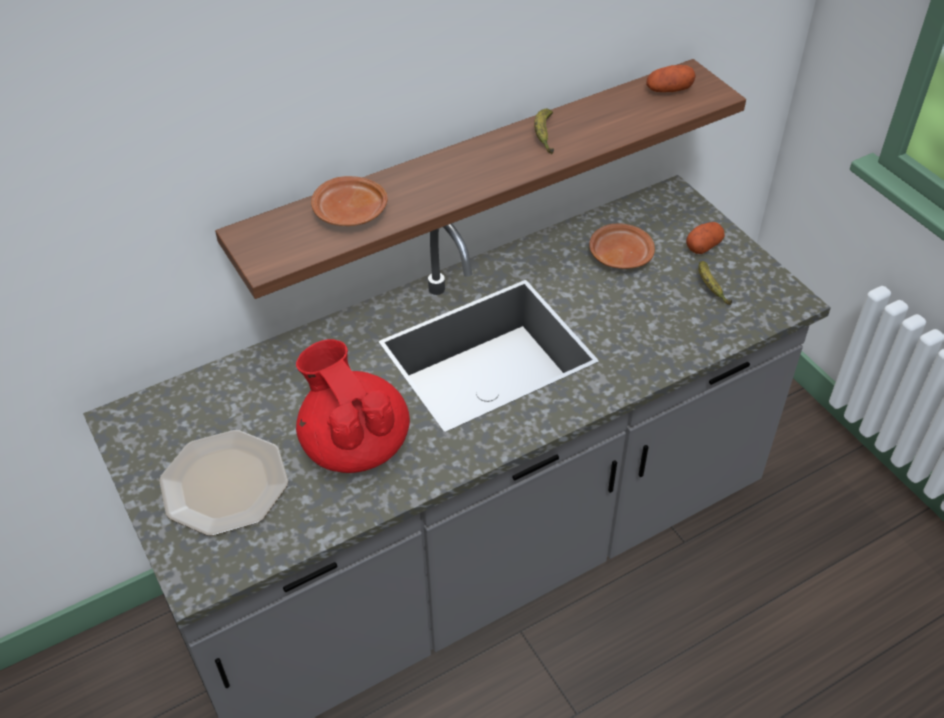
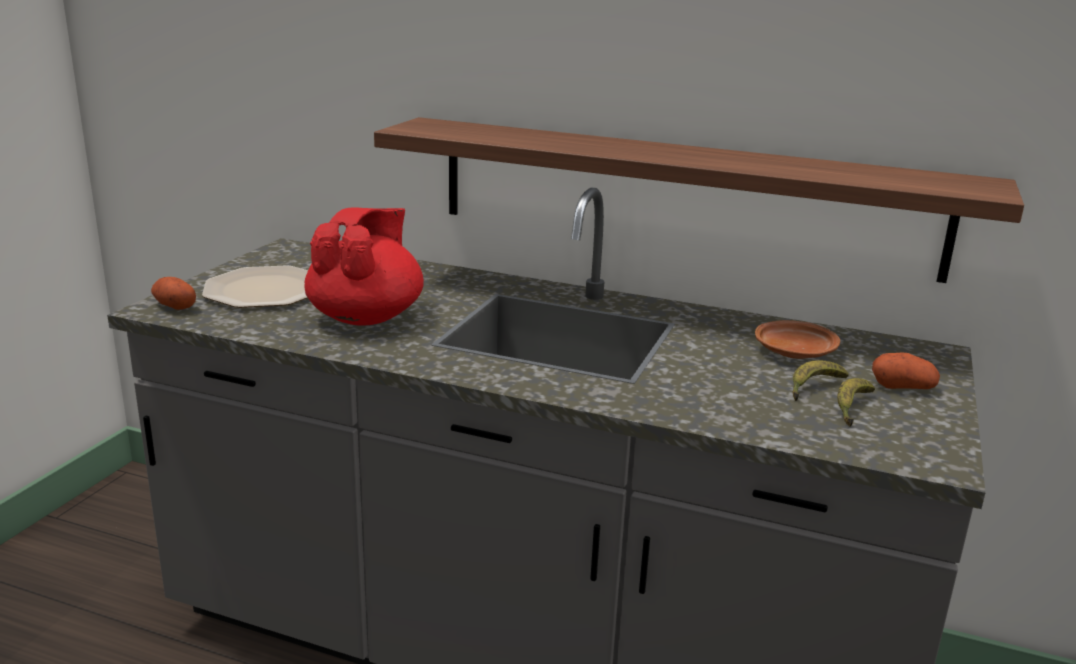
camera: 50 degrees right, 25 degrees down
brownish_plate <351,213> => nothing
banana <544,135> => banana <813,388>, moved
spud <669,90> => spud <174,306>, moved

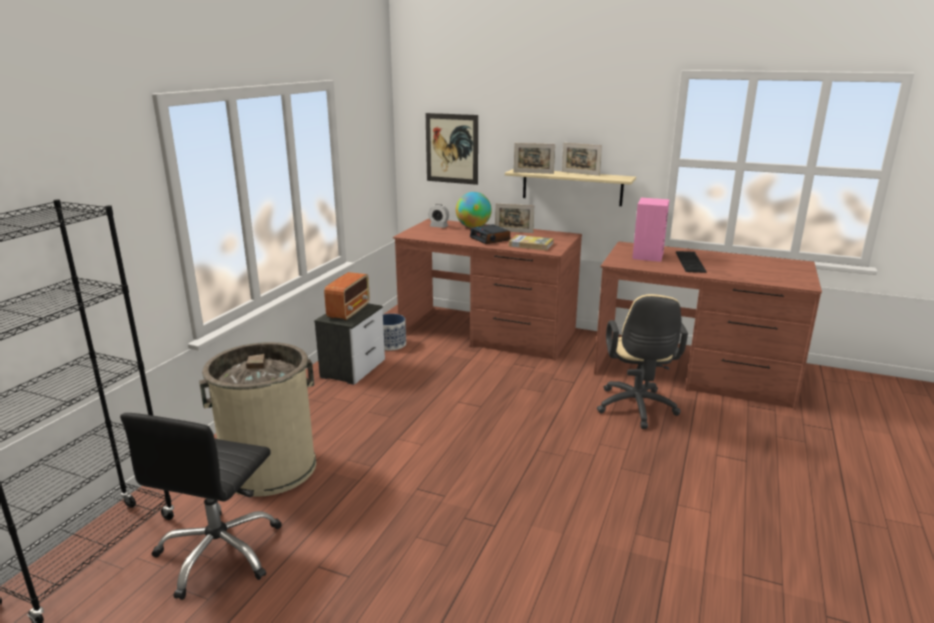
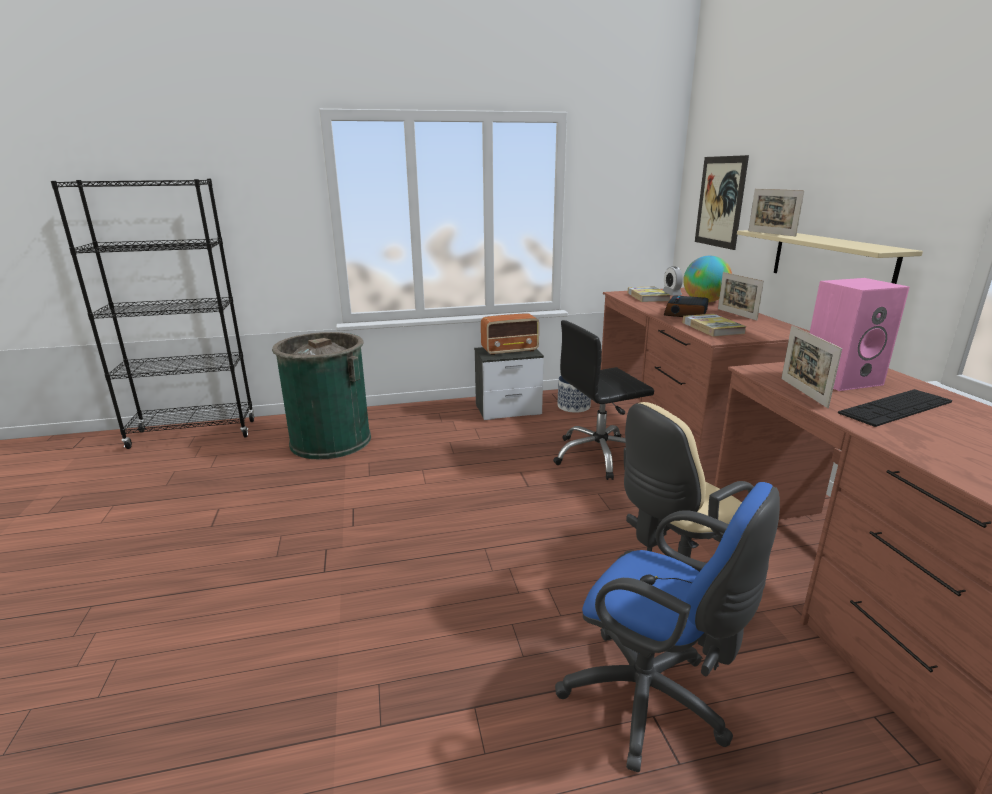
camera: 55 degrees right, 0 degrees up
blackish_computer_chair <220,553> => blackish_computer_chair <599,456>, moved
beige-coloured_rubbish_bin <269,467> => green-coloured_rubbish_bin <331,440>
standing_frame <580,173> => standing_frame <803,392>, moved
nothing => blue_computer_chair <651,702>
nothing => volume <648,296>

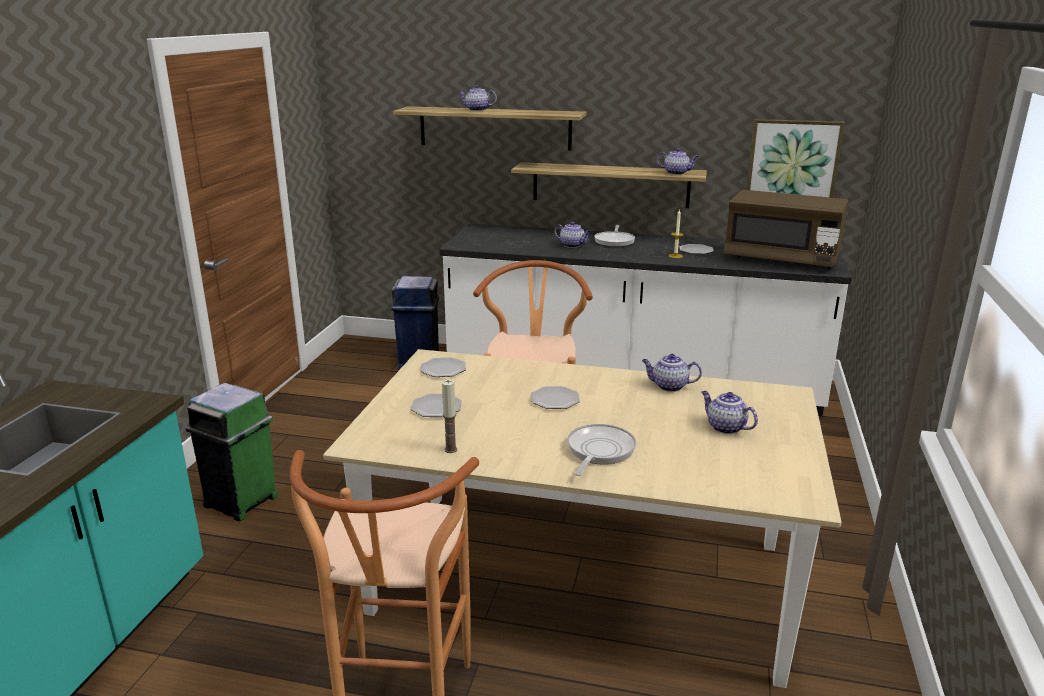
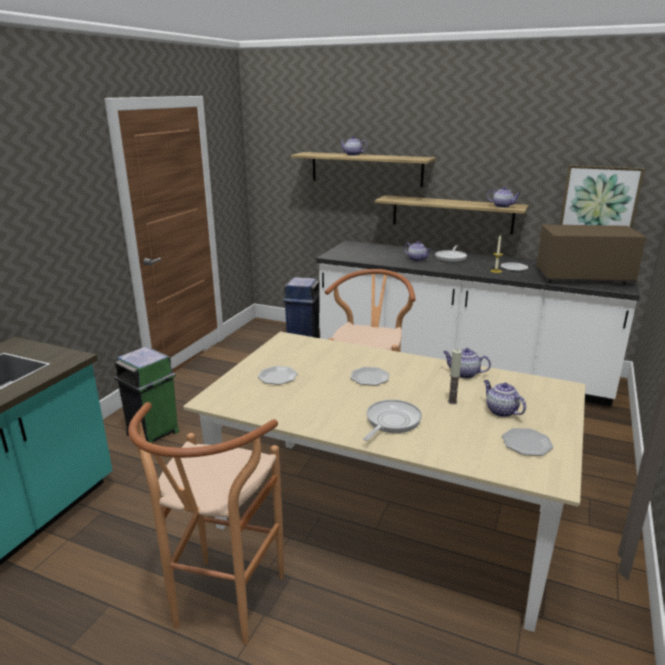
camera: 10 degrees right, 0 degrees up
plate <443,369> => plate <526,443>, moved
wax_light <450,449> => wax_light <452,401>, moved
brownish_microwave_oven <781,259> => brownish_microwave_oven <583,277>, 150 degrees clockwise

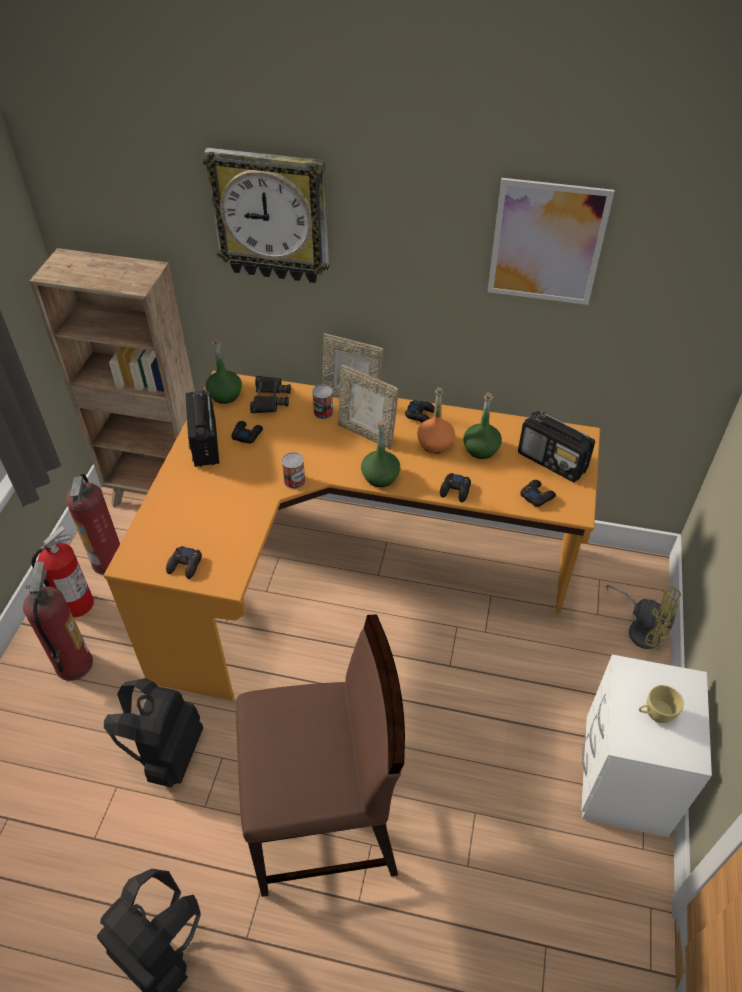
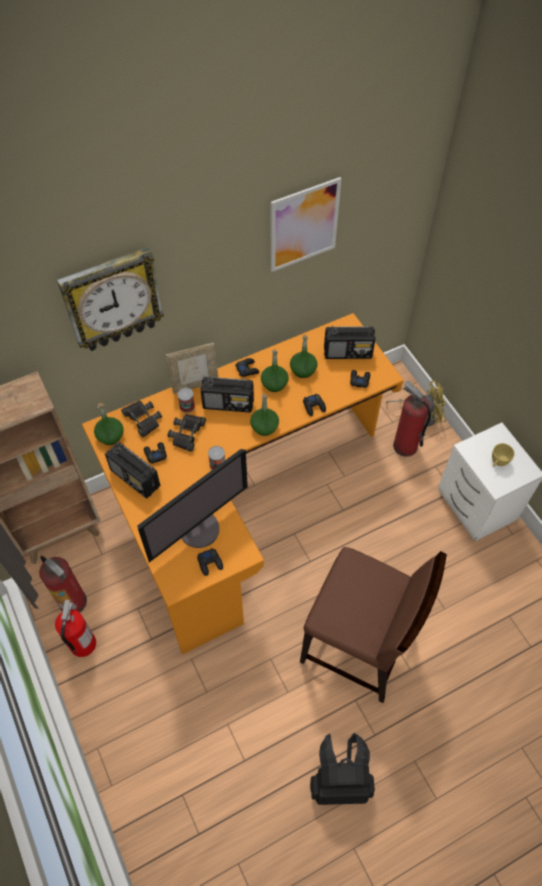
camera: 40 degrees left, 10 degrees up
fire_extinguisher <73,664> => fire_extinguisher <405,446>, moved
blackish_backpack <167,753> => nothing
brownish_chair <325,823> => brownish_chair <358,646>, 75 degrees clockwise
standing_frame <367,434> => radio_set <228,403>
orange_beverage_bottle <435,443> => green-coloured_beverage_bottle <274,383>
nothing => computer_screen <199,528>
nothing => blackish_pair_of_binoculars <187,433>

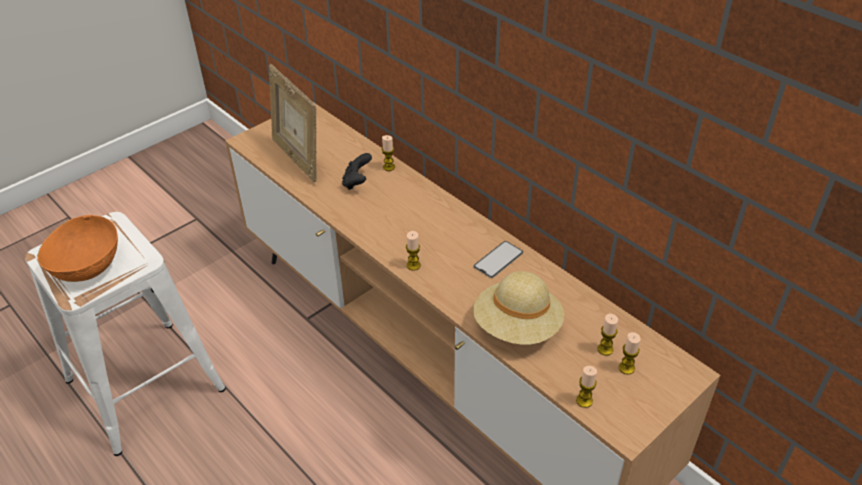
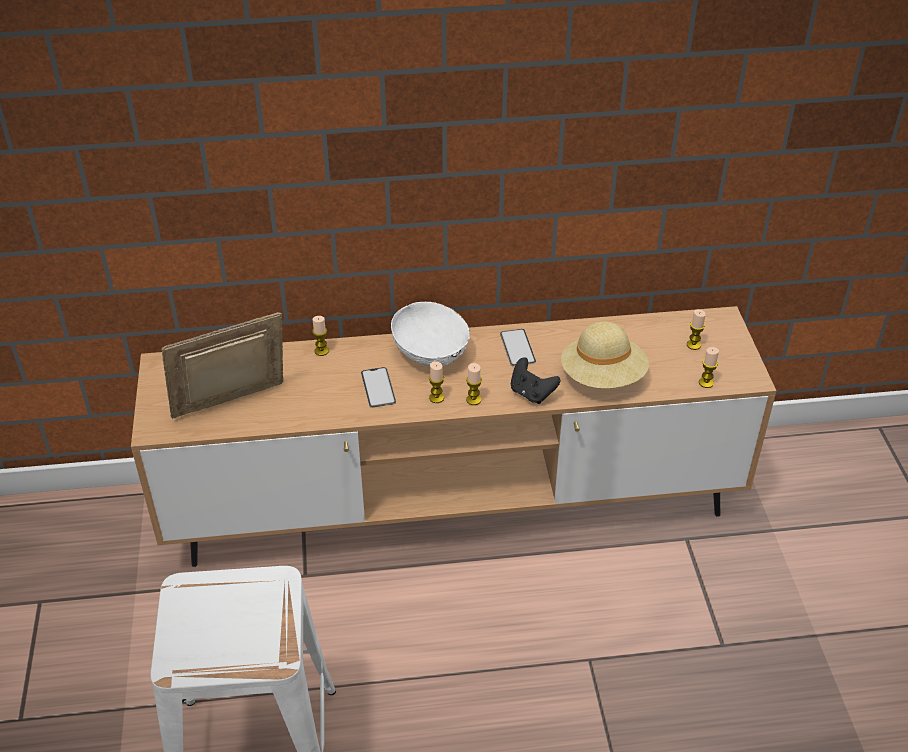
camera: 55 degrees left, 0 degrees up
orange_deep_dish <87,266> => nothing
standing_frame <297,158> => standing_frame <232,405>, 150 degrees clockwise
blackish_game_controller <357,182> => blackish_game_controller <531,393>, moved
wax_light <605,349> => wax_light <436,398>, moved
nothing => phone <378,387>
nothing => white_deep_dish <431,353>

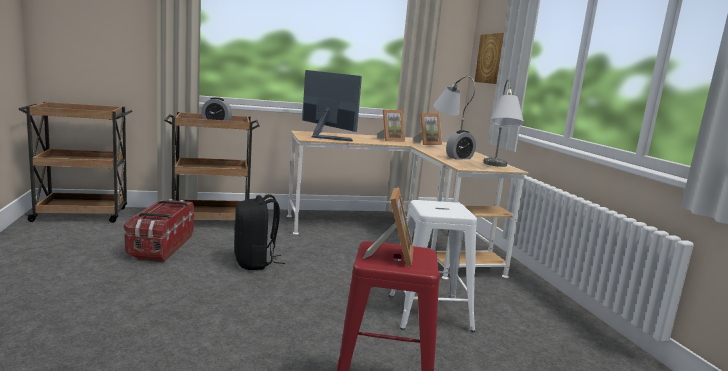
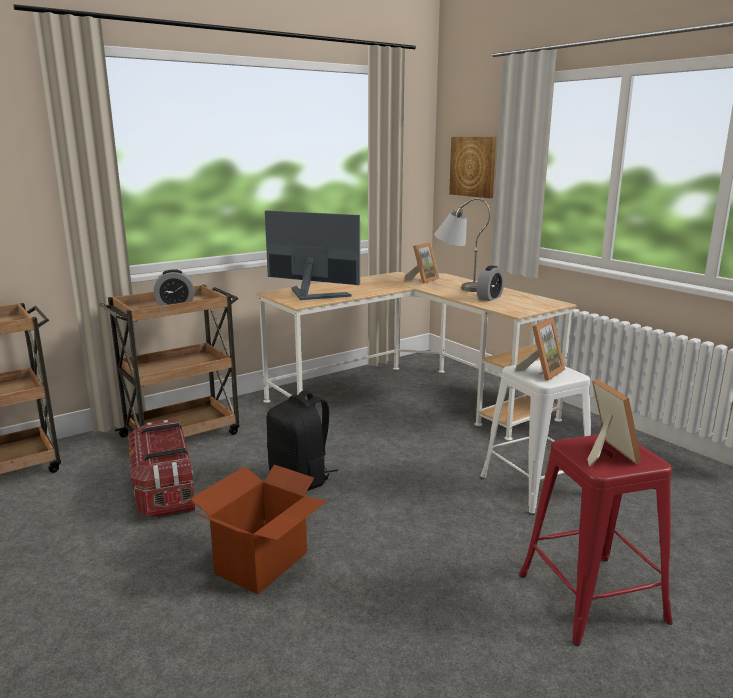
camera: 20 degrees left, 5 degrees up
standing_frame <390,140> => standing_frame <541,372>, moved
grey_table_lamp <497,167> => nothing
nothing => carton <263,563>

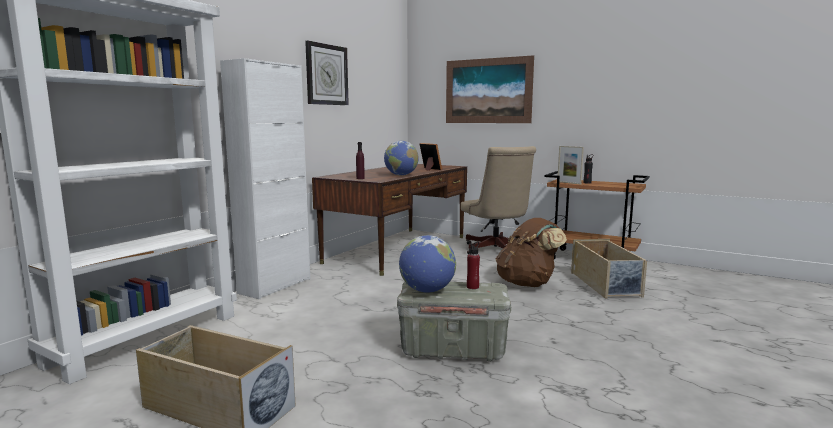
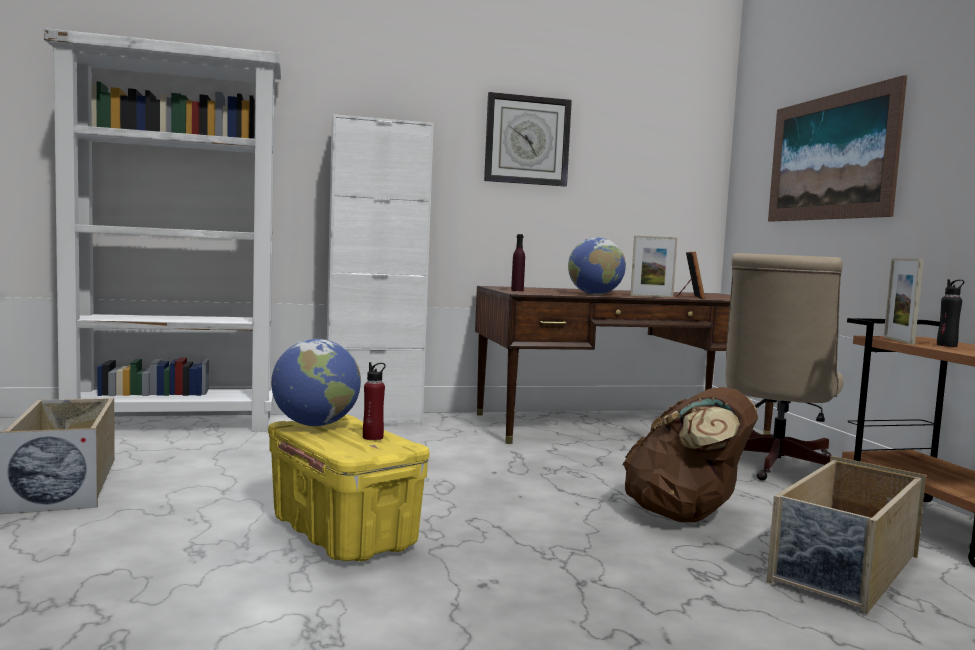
camera: 45 degrees right, 5 degrees down
grey_storage_container <453,349> => yellow_storage_container <344,533>
nothing => standing_frame <651,296>

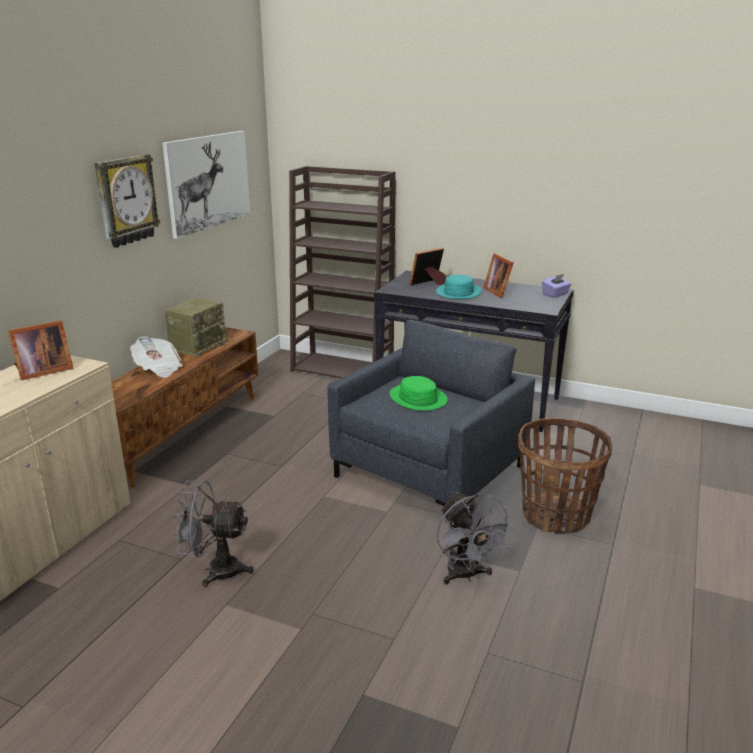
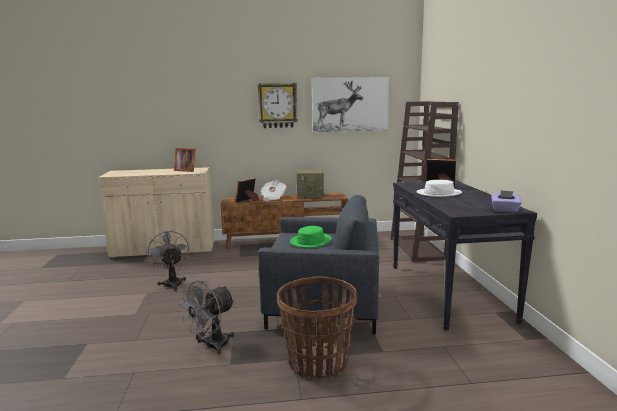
camera: 60 degrees right, 10 degrees down
blue-green_wearable_hat <458,292> => white_wearable_hat <438,193>
standing_frame <498,291> => standing_frame <248,200>, moved

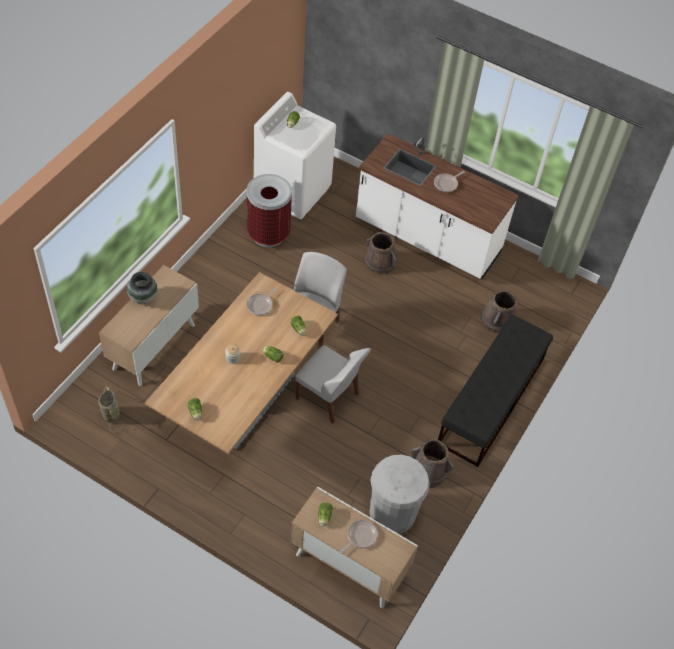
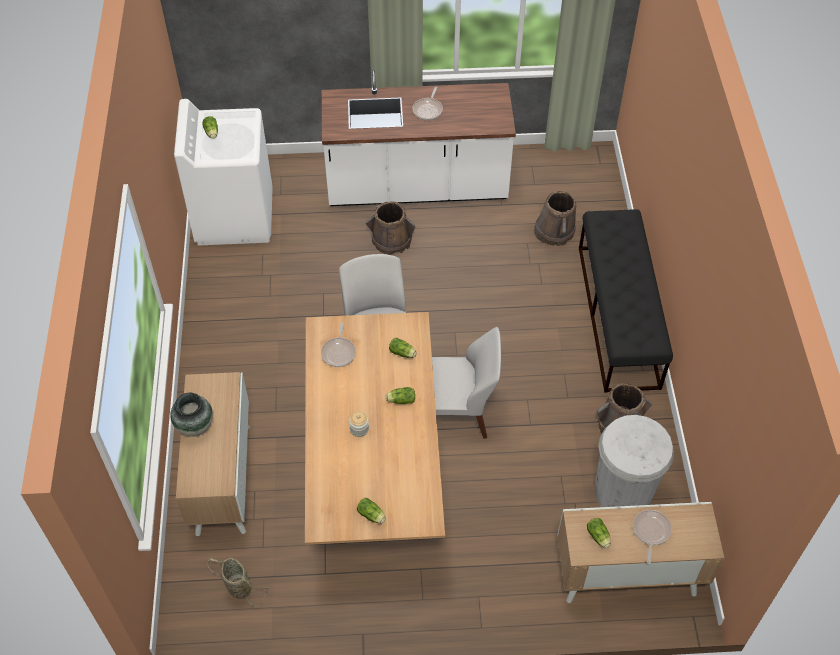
camera: 30 degrees left, 0 degrees up
rubbish_bin <268,234> => nothing

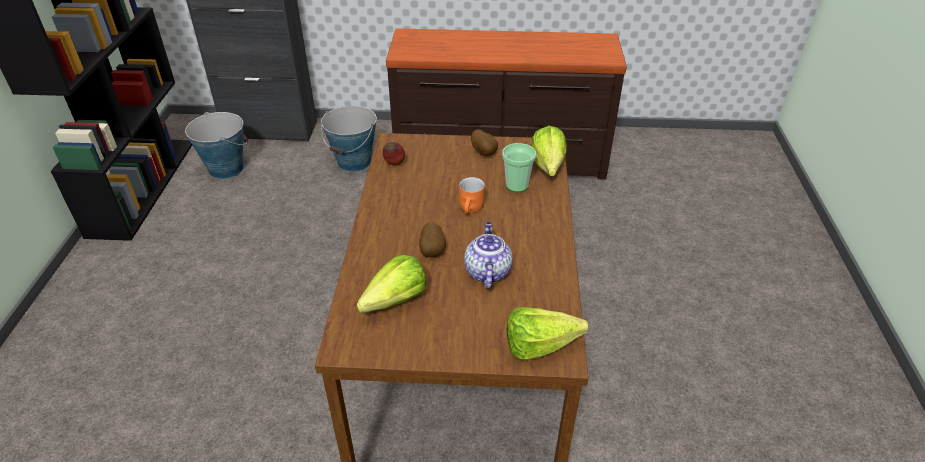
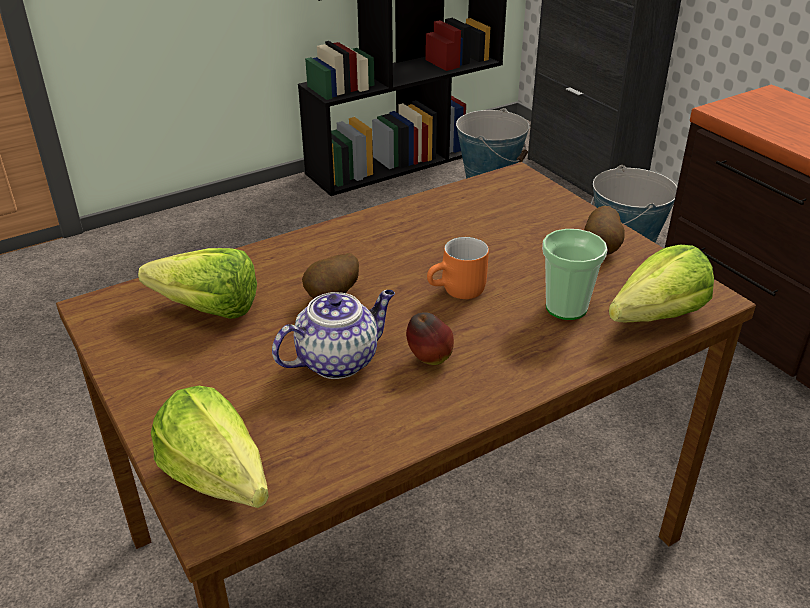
camera: 55 degrees right, 5 degrees down
whole_apple <394,164> => whole_apple <429,359>, moved

